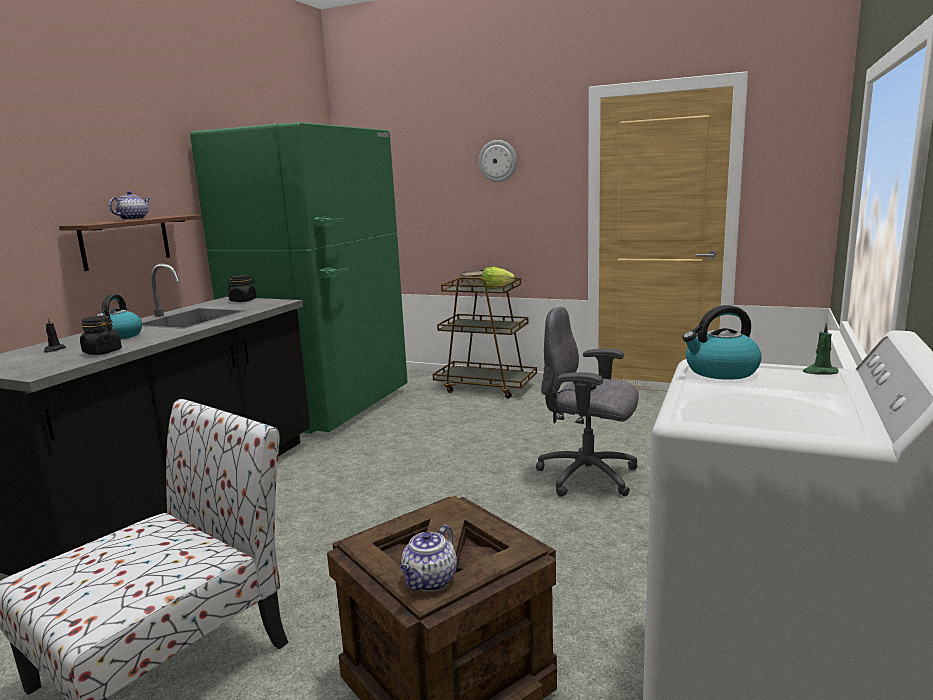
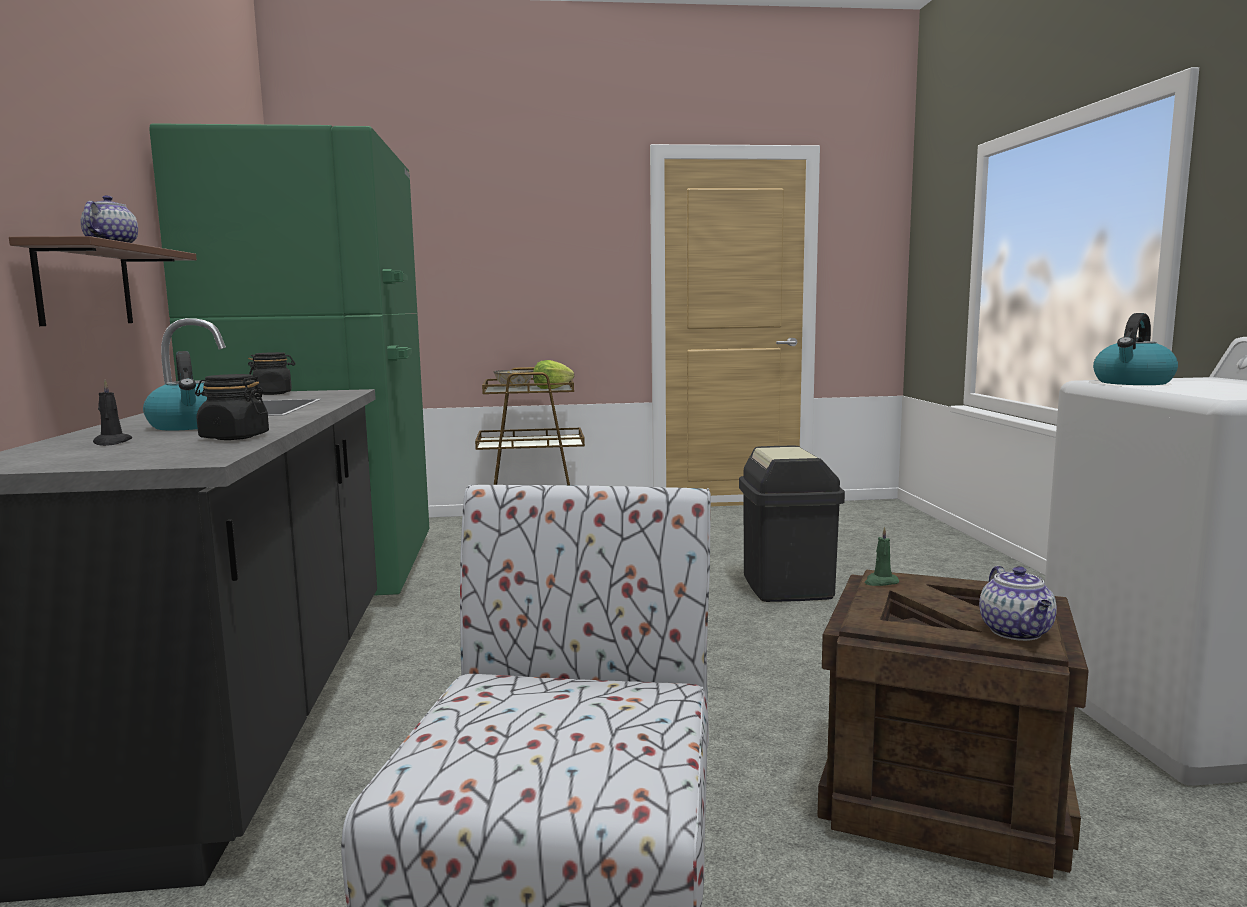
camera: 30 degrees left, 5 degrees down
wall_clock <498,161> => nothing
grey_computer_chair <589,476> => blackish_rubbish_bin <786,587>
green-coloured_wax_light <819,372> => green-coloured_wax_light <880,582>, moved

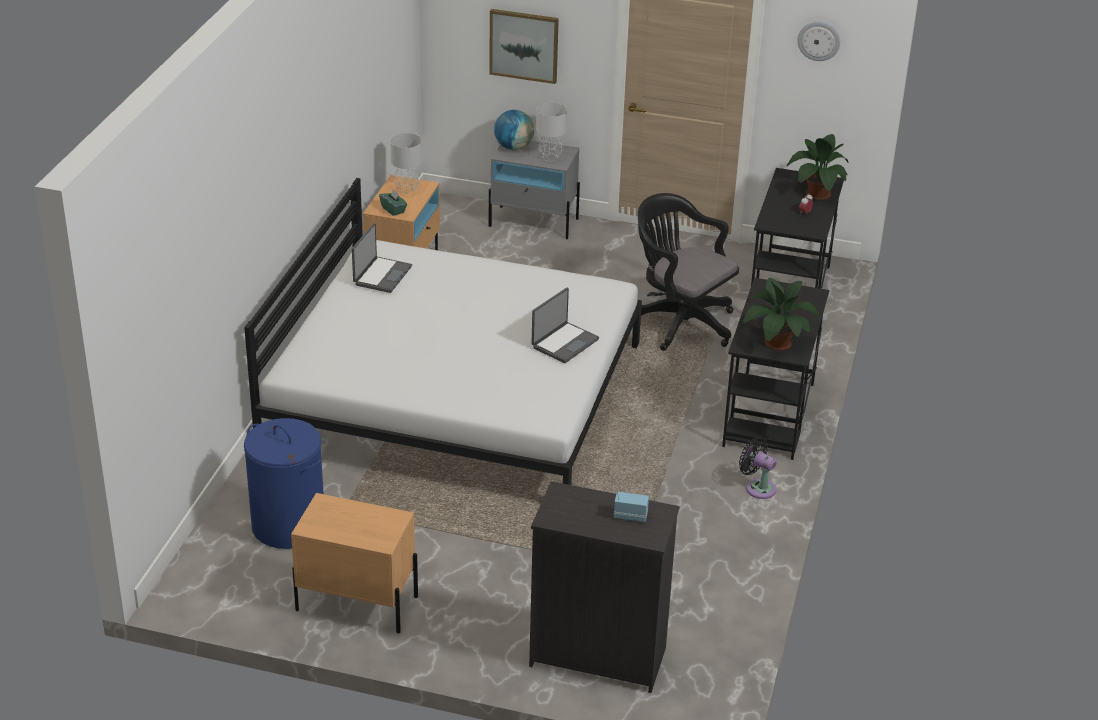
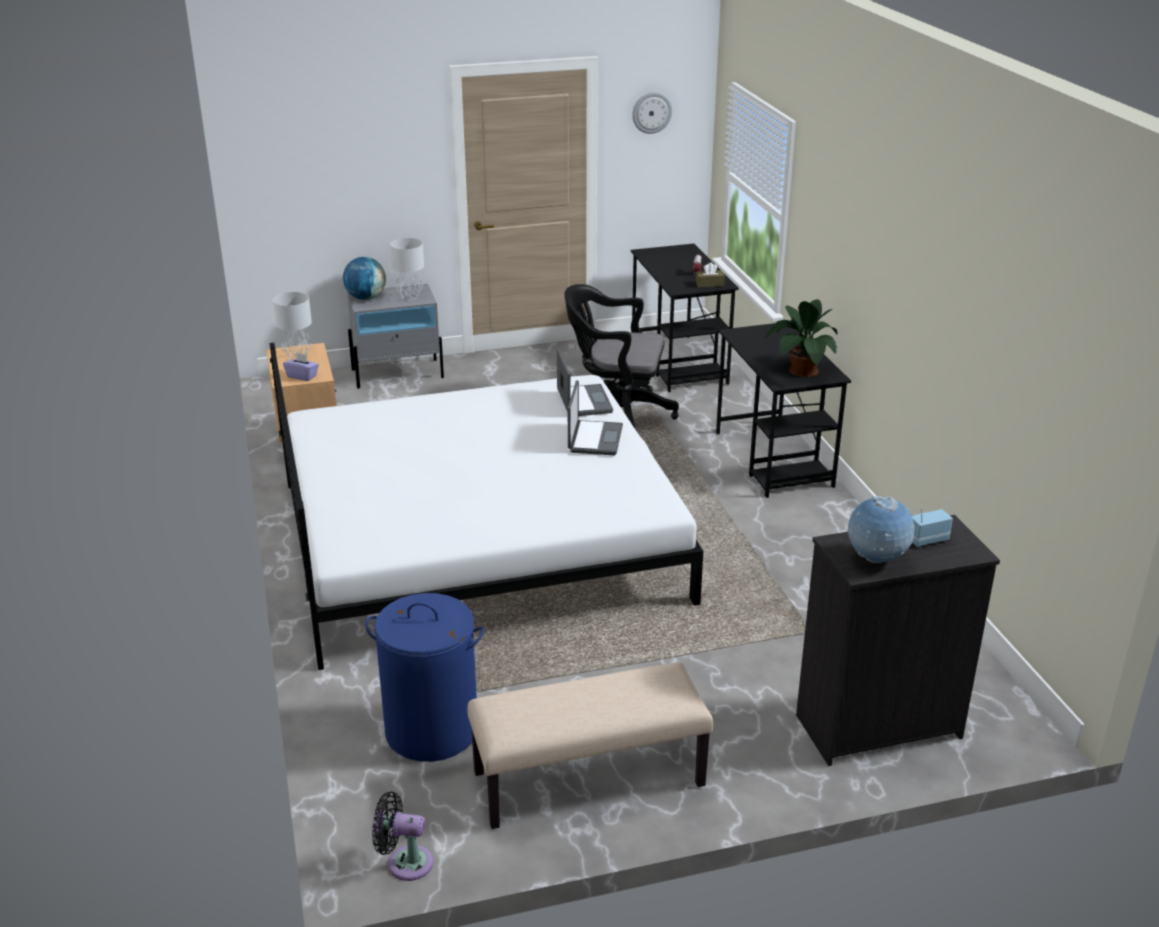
camera: 30 degrees left, 5 degrees down
beige-coloured_bedside_table <356,603> => beige-coloured_bench <588,780>
portable_computer <381,275> => portable_computer <583,402>, moved
green-coloured_tissue_holder <393,210> => purple-coloured_tissue_holder <302,376>
wall_picture <524,45> => nothing
blackish_electric_fan <757,487> => blackish_electric_fan <405,862>, moved
plant_in_a_pot <816,194> => nothing
nothing => brownish_tissue_holder <709,284>
nothing => globe <876,559>

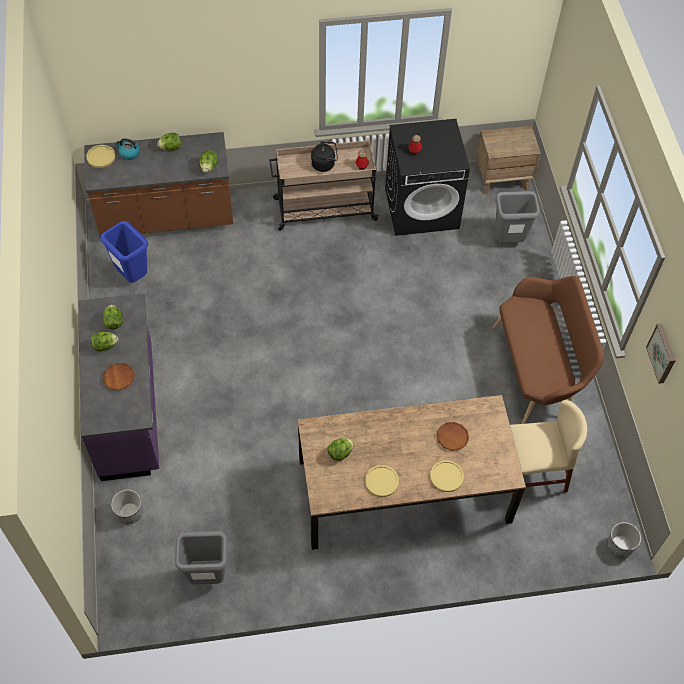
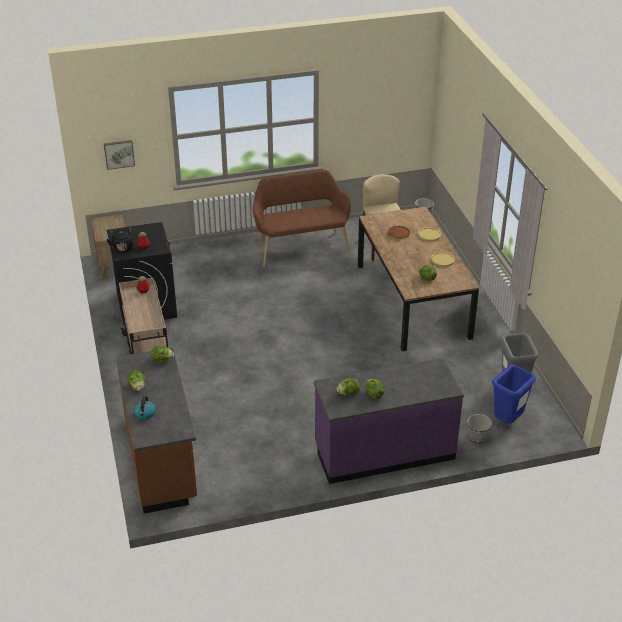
camera: 95 degrees left, 20 degrees down
yellow_plate <101,157> => nothing
blue_rubbish_bin <132,276> => blue_rubbish_bin <507,421>, moved
brownish_plate <119,378> => nothing
blackish_kettle <324,164> => blackish_kettle <122,247>, moved
grey_rubbish_bin <509,241> => nothing
wall_picture <663,353> => wall_picture <119,154>, moved

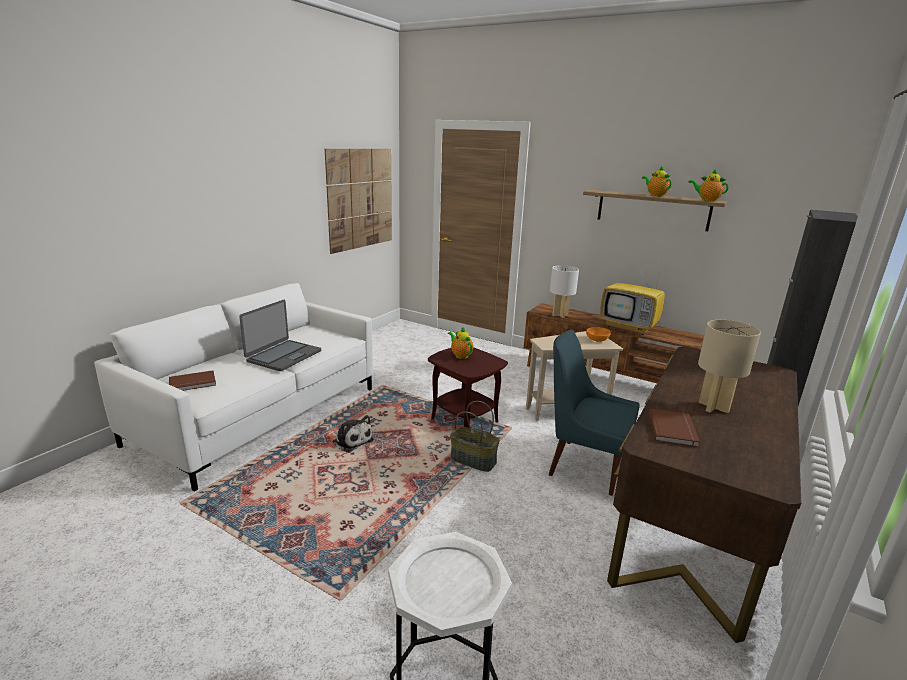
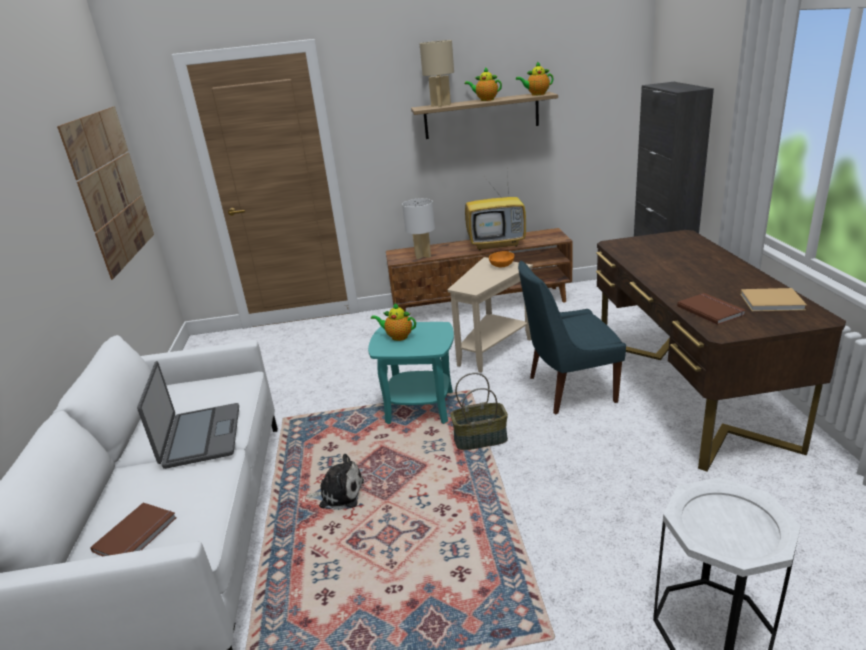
camera: 35 degrees left, 5 degrees up
brownish_side_table <465,420> => blue-green_side_table <420,407>
beige-coloured_table_lamp <713,407> => beige-coloured_table_lamp <440,105>, moved
nothing => beige-coloured_volume <773,302>

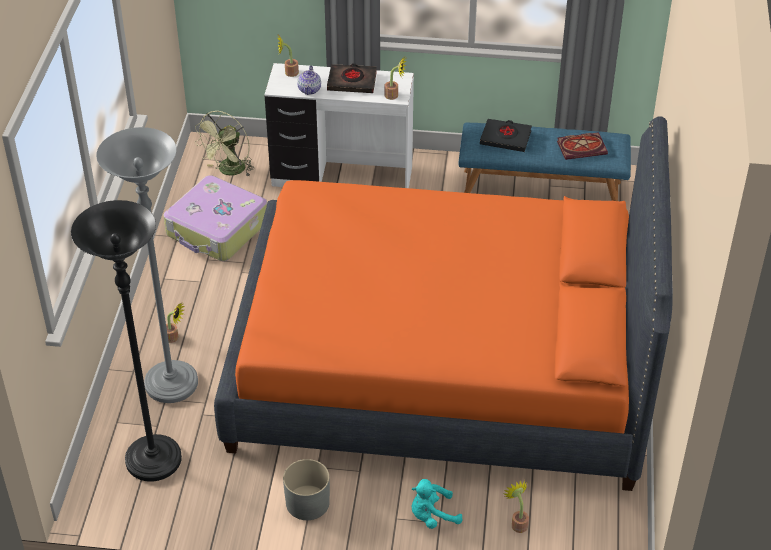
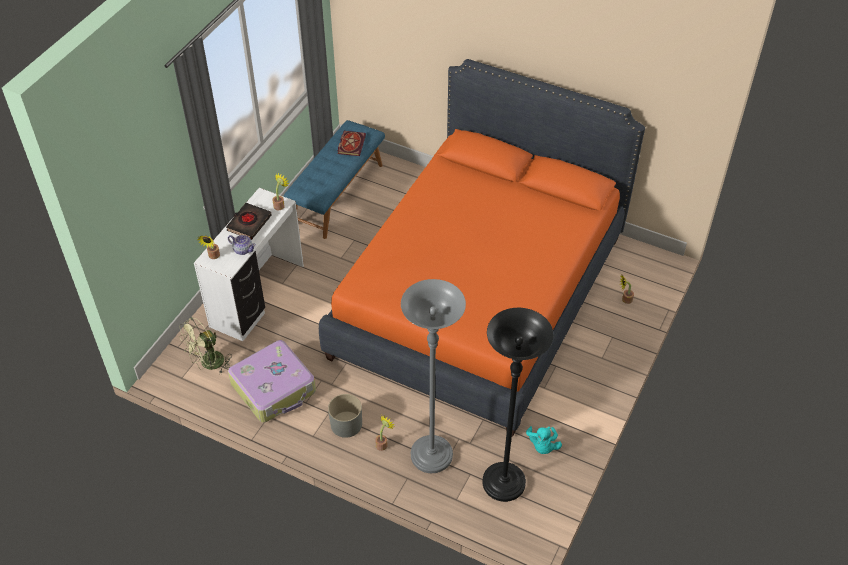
camera: 70 degrees left, 5 degrees up
green-coloured_electric_fan <229,171> => green-coloured_electric_fan <208,364>, 90 degrees clockwise
grey_flower_pot <307,502> => grey_flower_pot <346,424>, moved
blue-green_cuddly_toy <432,516> => blue-green_cuddly_toy <542,446>, moved
blackish_volume <505,138> => nothing

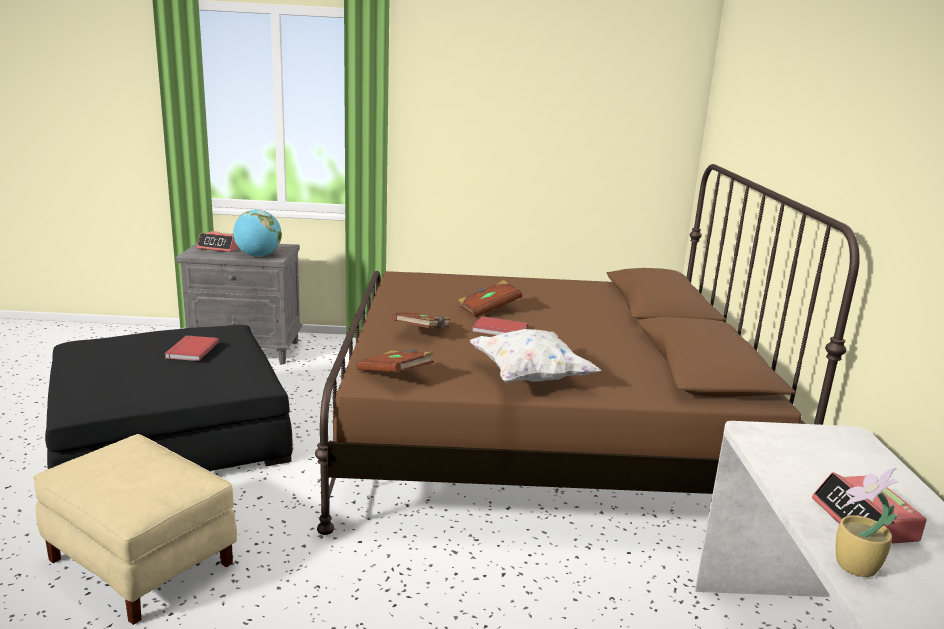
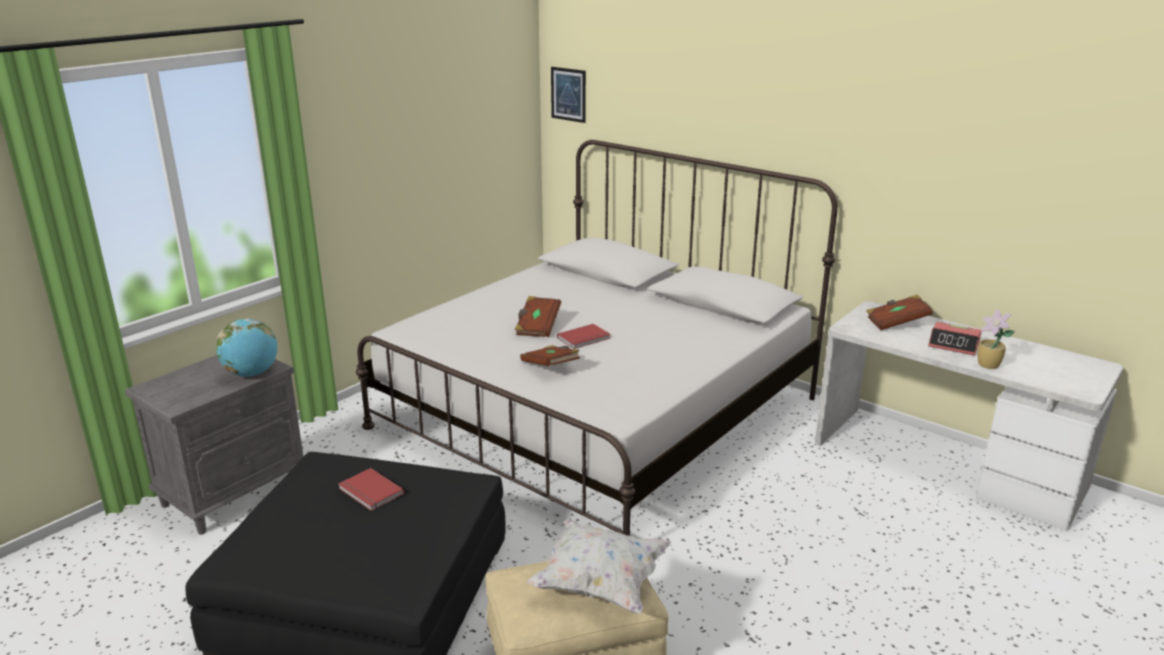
camera: 50 degrees left, 5 degrees up
bedside_clock <221,247> => nothing
brownish_sleeping_bed <539,433> => white_sleeping_bed <596,412>
brownish_volume <395,375> => brownish_volume <896,323>, moved
white_pillow <529,376> => white_pillow <600,584>, moved
nothing => wall_picture <568,94>

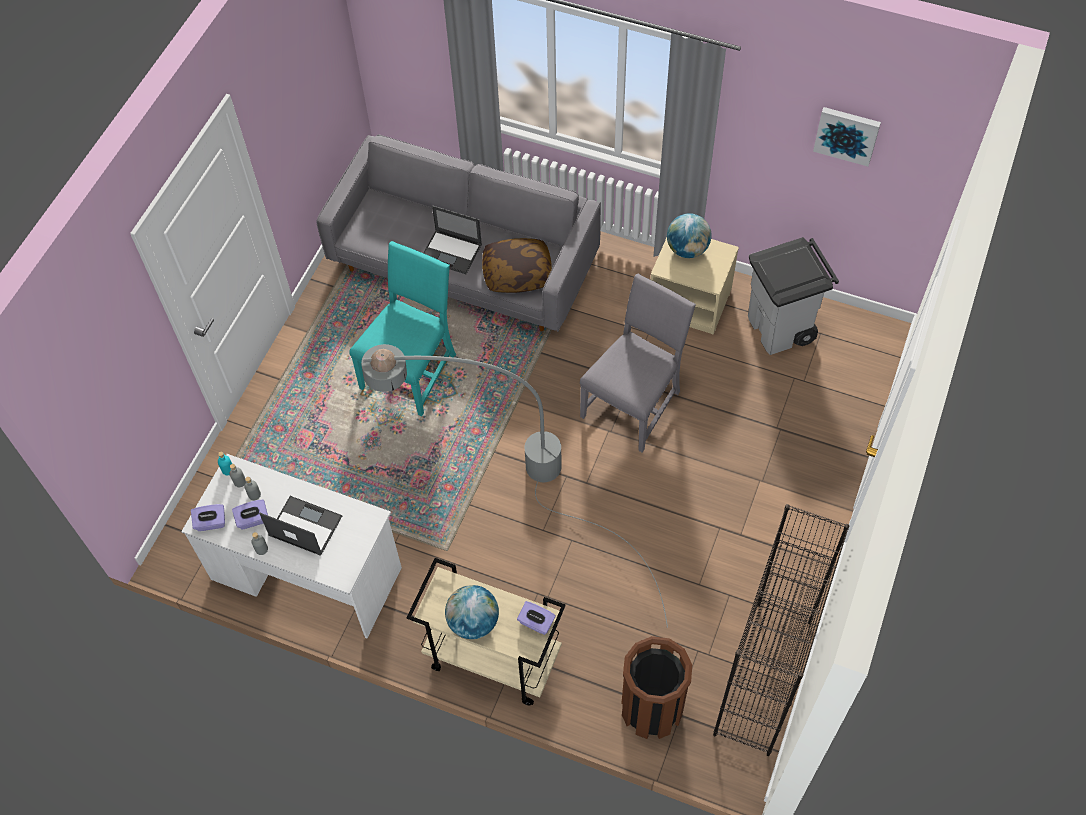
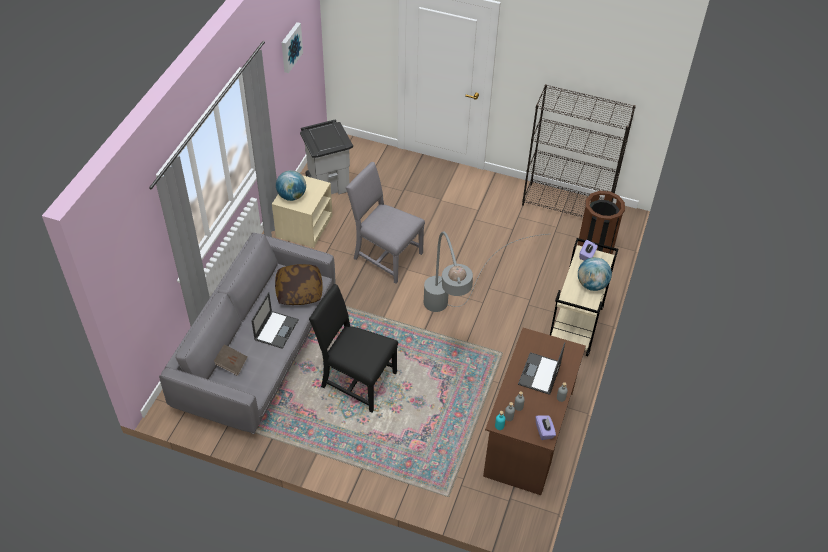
camera: 95 degrees left, 10 degrees down
white_desk_table <306,573> => brownish_desk_table <528,434>
purple-coloured_tissue_holder <253,520> => nothing
blue-green_chair <412,370> => blackish_chair <356,380>
nothing => brownish_volume <231,363>

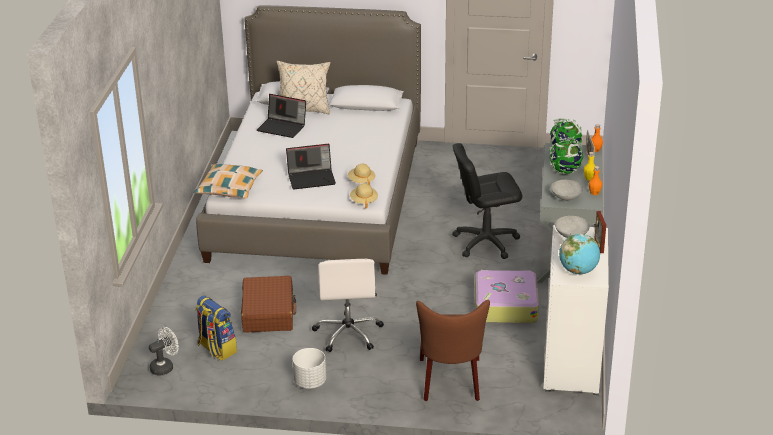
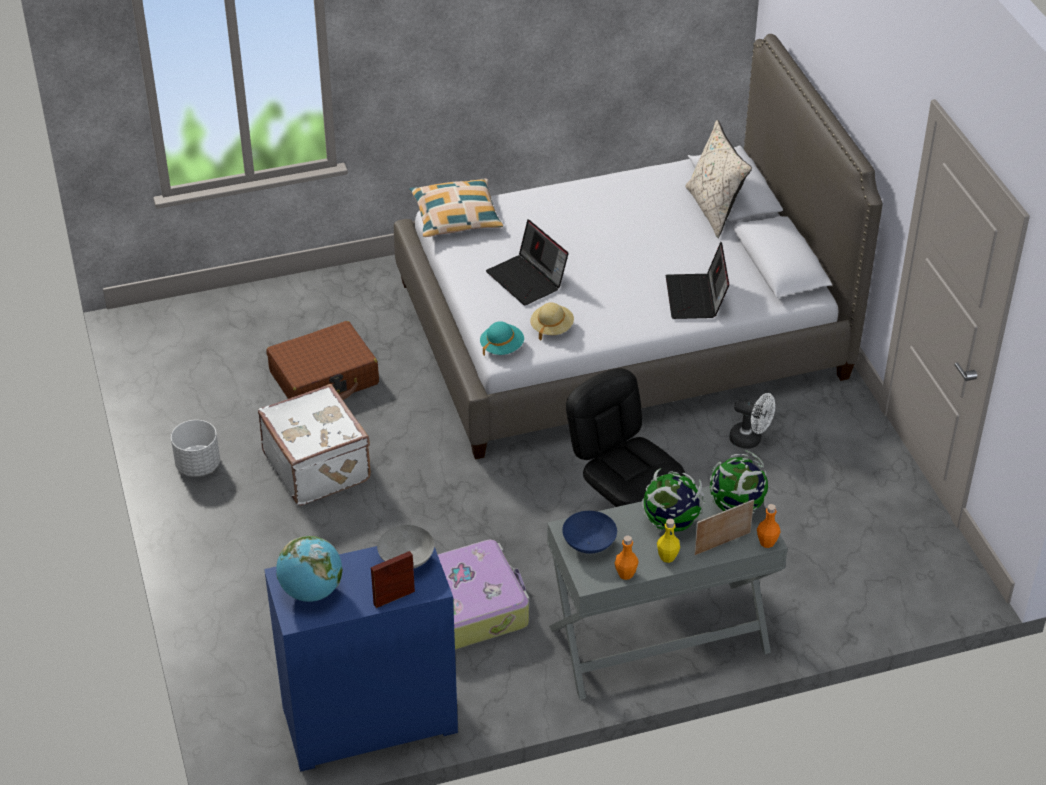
camera: 65 degrees right, 10 degrees up
white_electric_fan <165,366> => white_electric_fan <750,440>, moved
backpack <216,349> => nothing
portable_computer <283,127> => portable_computer <696,298>, moved
white_computer_chair <348,333> => white_travel_case <318,466>
beige-coloured_wearable_hat <364,201> => blue-green_wearable_hat <502,347>
brownish_chair <450,383> => nothing
white_cabinet <572,361> => blue_cabinet <369,721>
grey_deep_dish <566,197> => blue_deep_dish <590,544>

